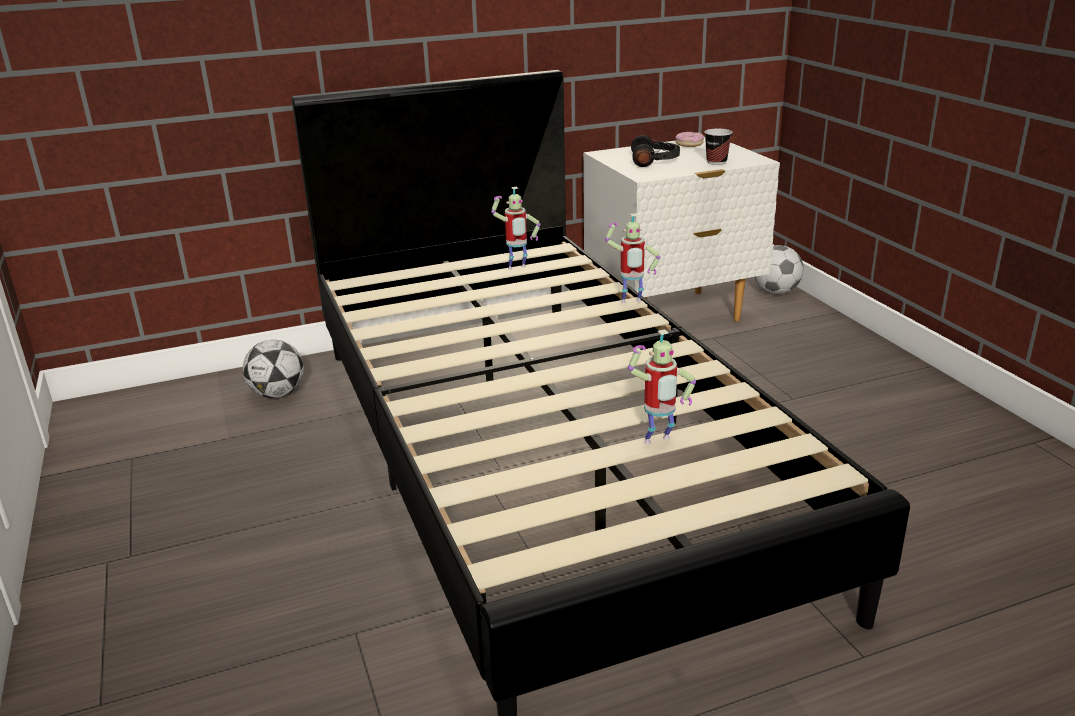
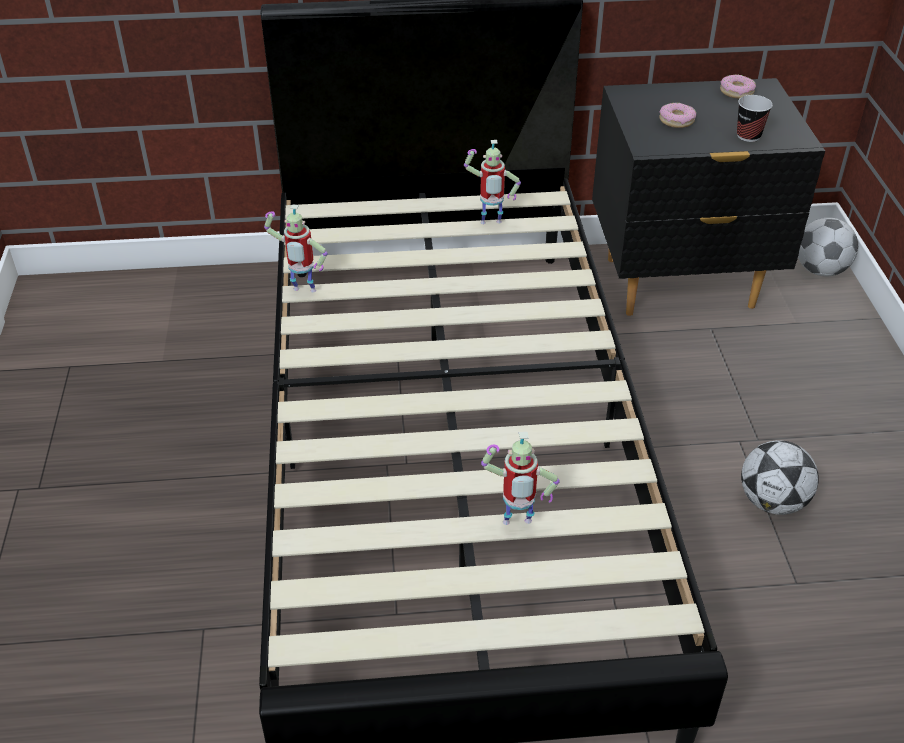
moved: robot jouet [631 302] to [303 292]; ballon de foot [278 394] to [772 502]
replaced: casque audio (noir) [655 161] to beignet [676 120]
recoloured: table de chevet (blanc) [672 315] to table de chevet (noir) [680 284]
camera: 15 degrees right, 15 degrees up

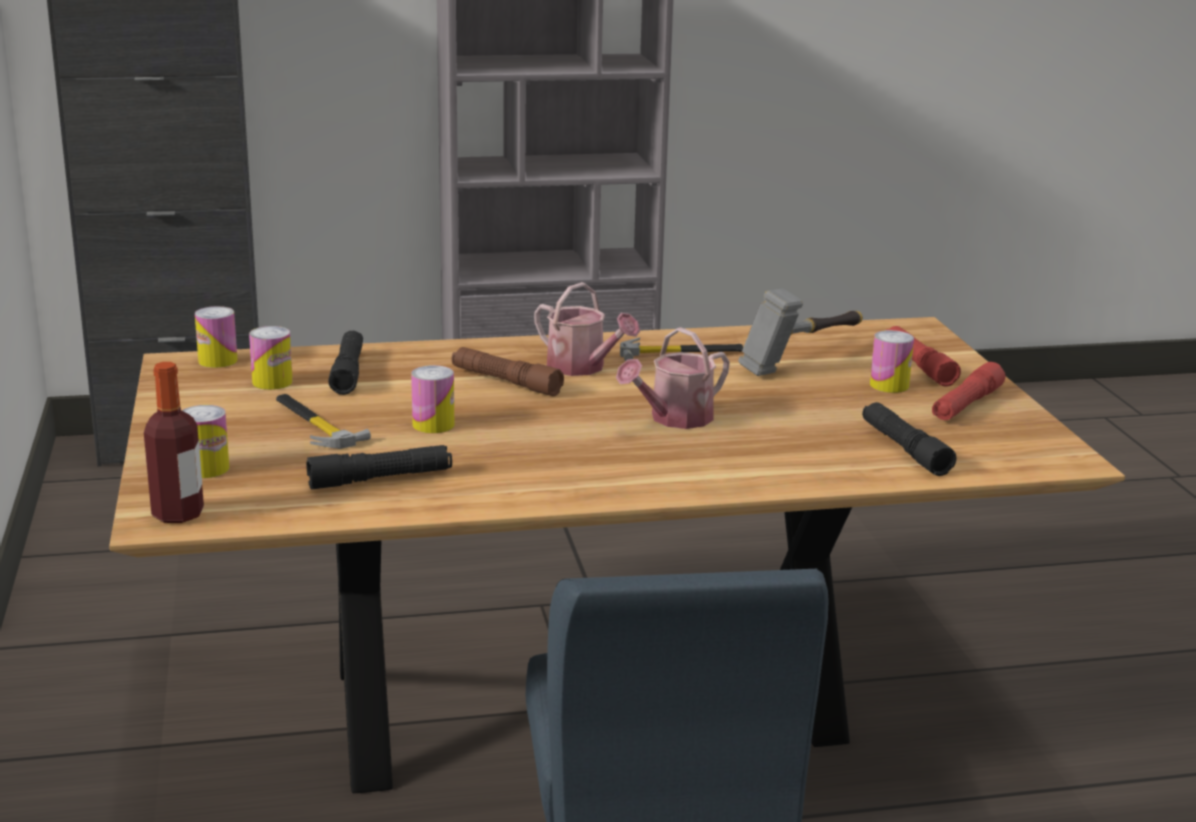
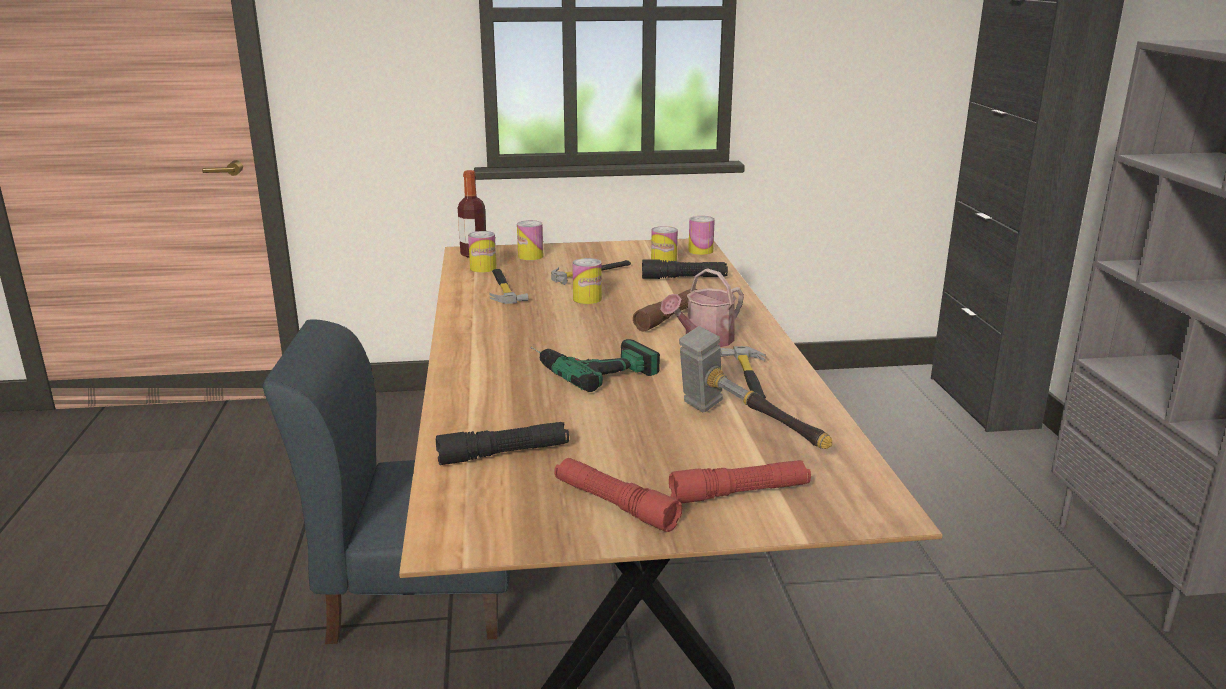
moved: boîte métallique [889 385] to [483 268]
replaced: lampe de poche (noir) [380 479] to marteau [503 288]; arrosoir [674 419] to perceuse [590 366]
camera: 95 degrees right, 0 degrees up

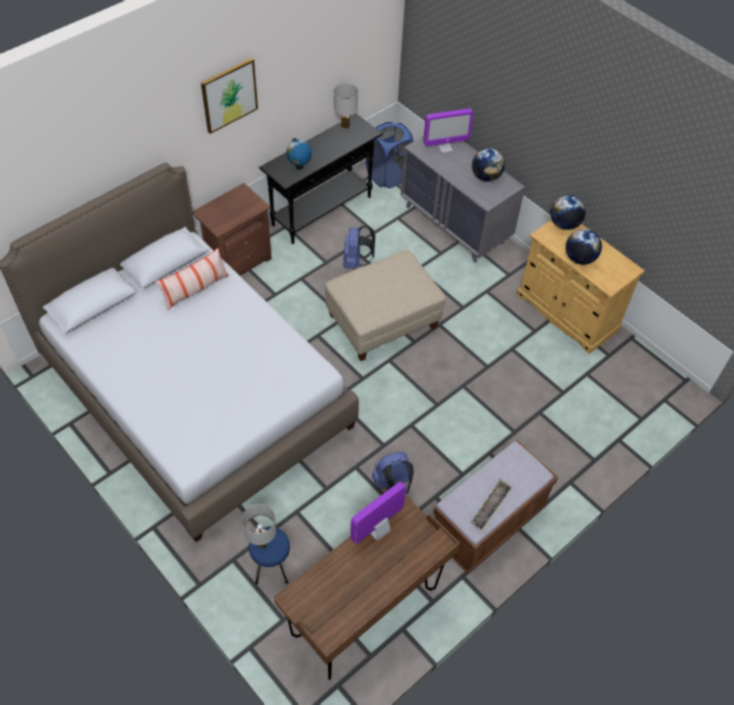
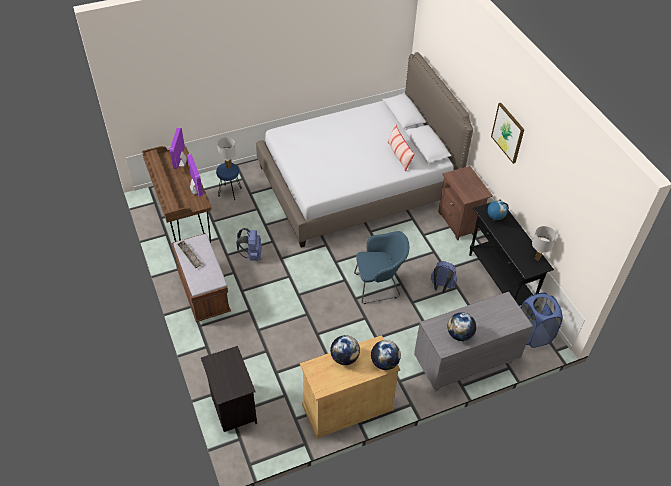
added: table de chevet (noir) [232 408]
moved: écran d'ordinateur [445 148] to [181 163]
replaced: pouf (beige) [383 322] to fauteuil (bleu) [379 286]
camera: 110 degrees right, 5 degrees down

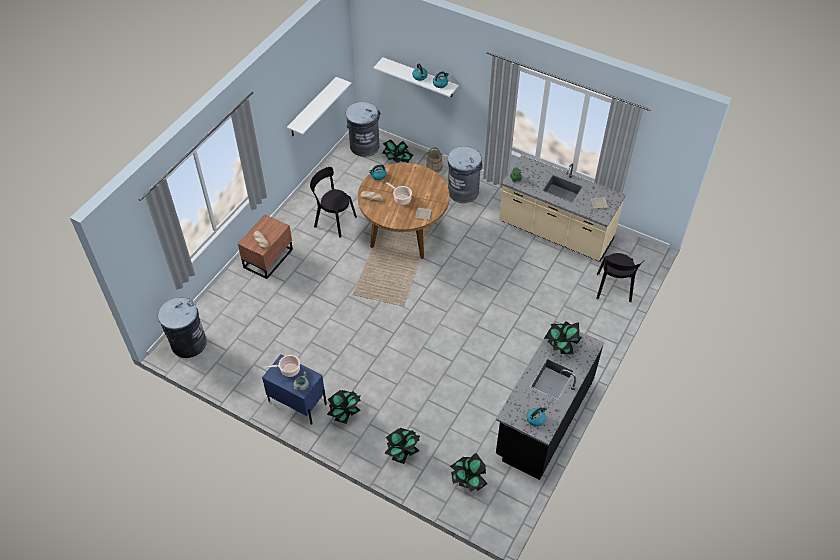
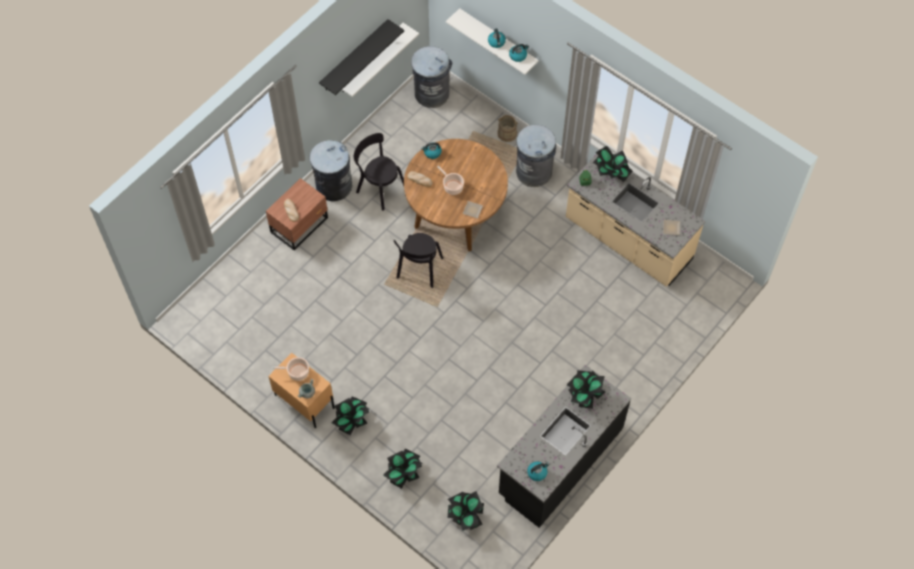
added: étagère (noir) [354 56]
moved: poubelle (gris) [188 343] to [333 186]; chaise (noir) [613 289] to [419 270]; plante en pot [397 160] to [611 172]
recoloured: table de chevet (bleu) [297 402] to table de chevet (beige) [304 401]
camera: 10 degrees right, 10 degrees up

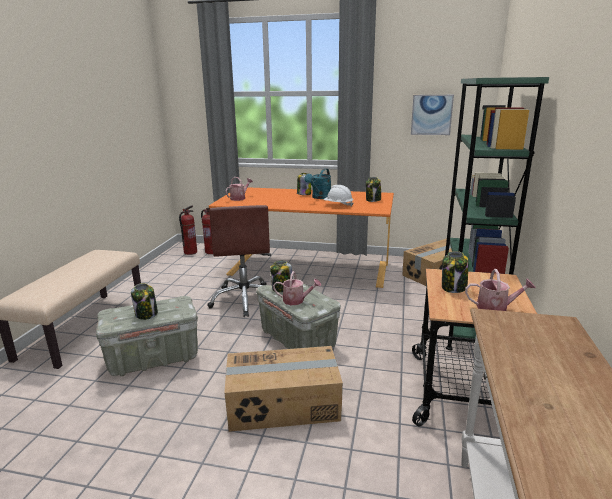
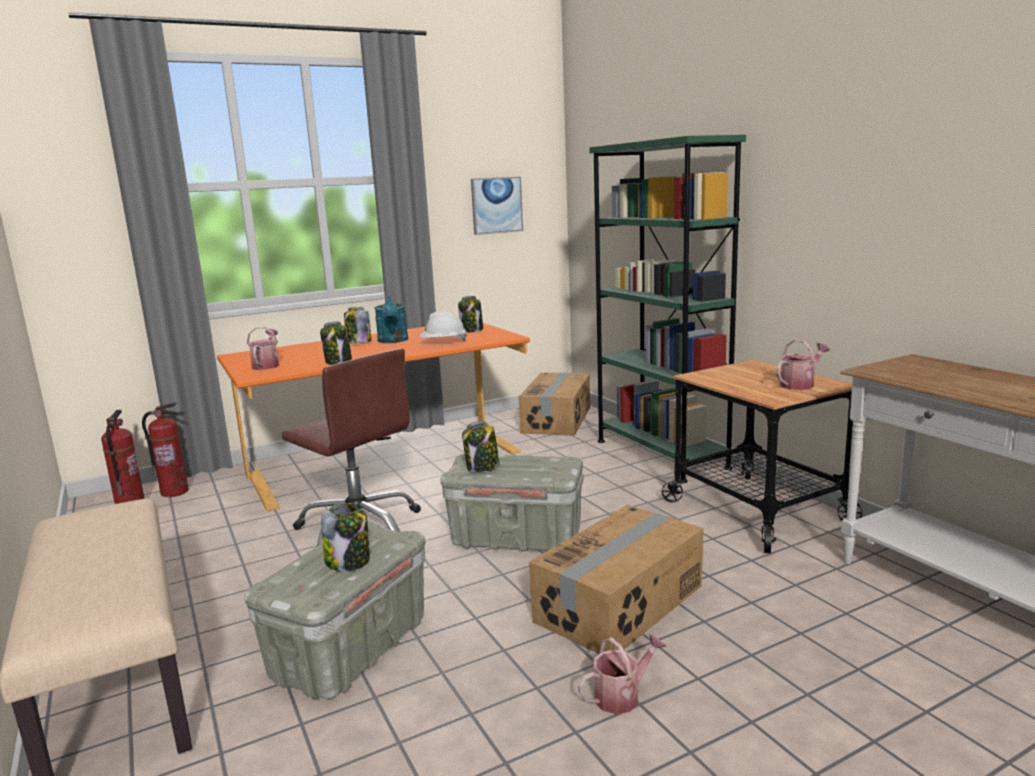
moved: bocal [453 288] to [338 361]; arrosoir [296 300] to [622 695]
camera: 40 degrees left, 5 degrees down

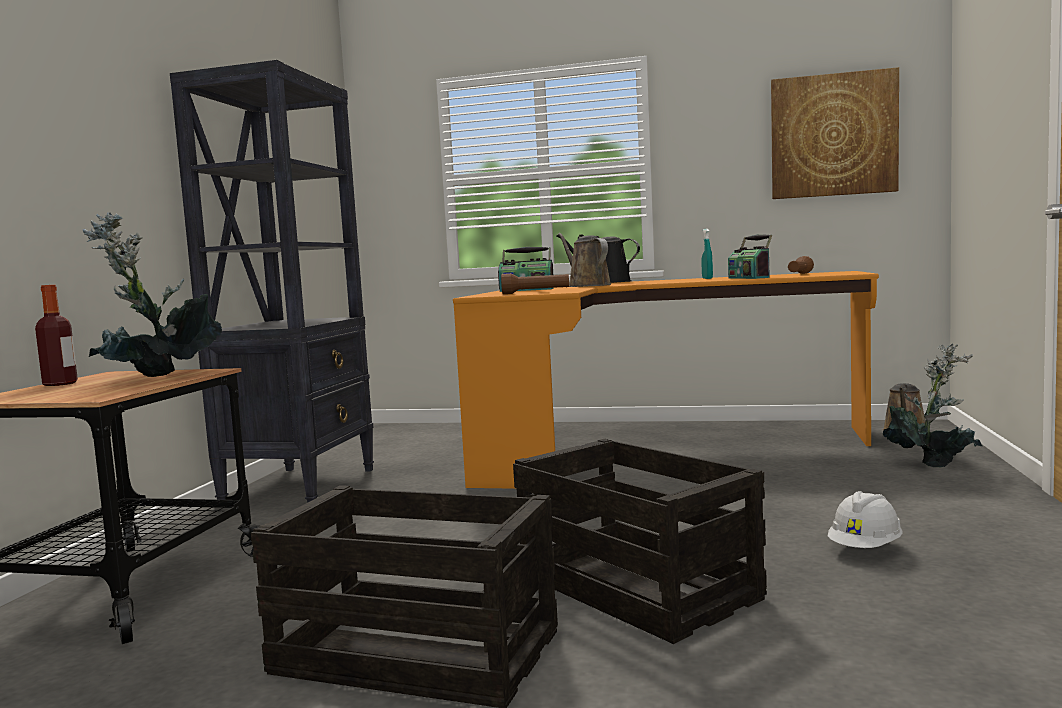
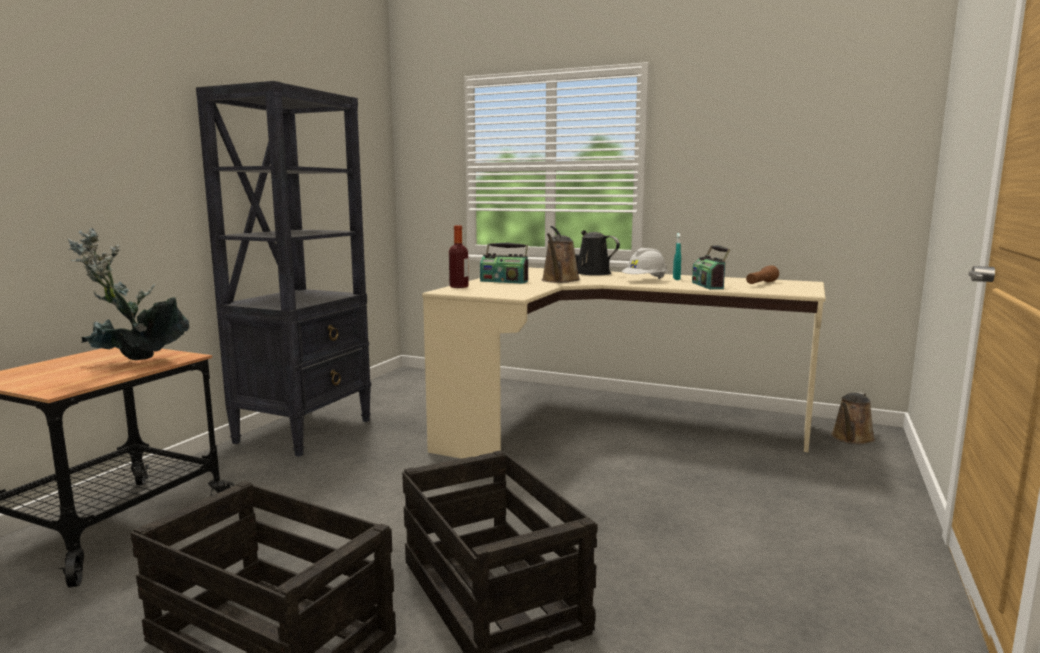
removed: lampe de poche (marron) [535 292]; tableau [833 135]; plante en pot [933 463]
moved: bouteille [60 384] to [459 287]; casque de chantier (blanc) [865 549] to [645 281]
recoloured: bureau (orange) [653 446] to bureau (beige) [611 425]
turned: arrosoir (marron) [587 286] = [559 281] 150 degrees counterclockwise
camera: 10 degrees right, 5 degrees up

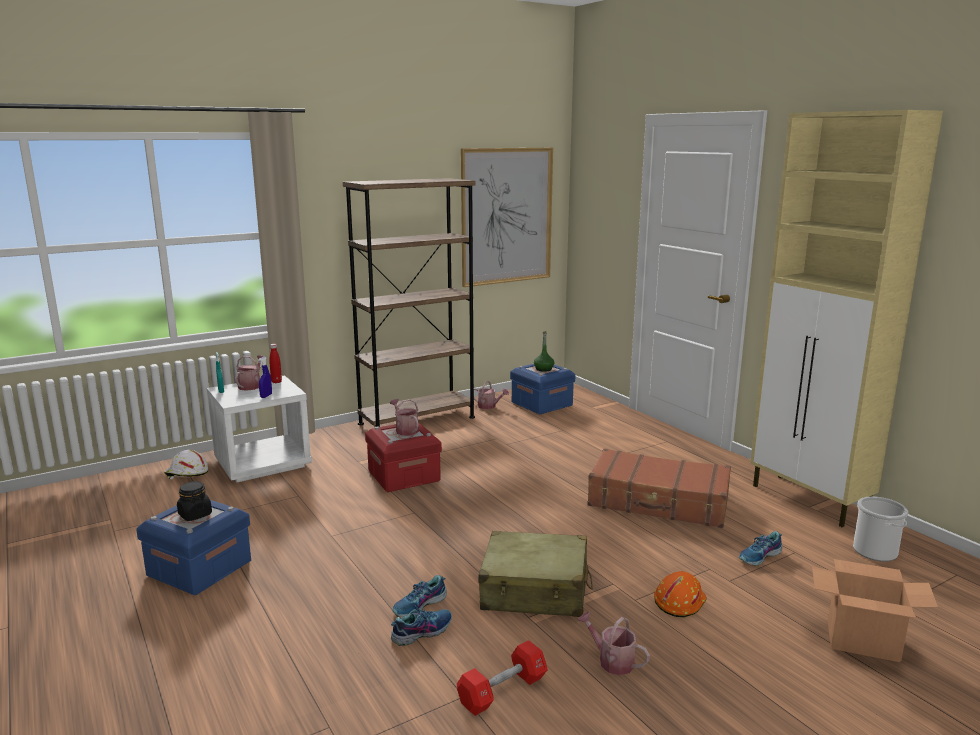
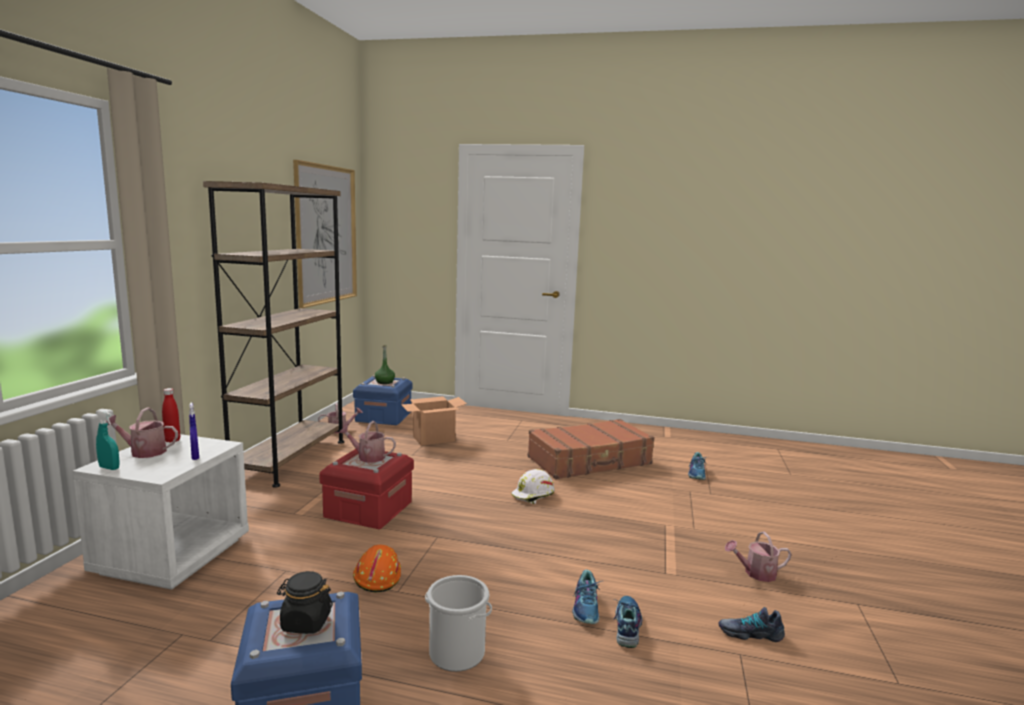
removed: valise (beige) [535 590]; meuble de rangement (beige) [810 501]
moved: casque de chantier (orange) [678 601] to [377 577]; carton [861 641] to [433 439]; seau [874 551] to [456 653]; casque de chantier (blanc) [187 473] to [533 495]
replaced: haltère (rouge) [502 691] to chaussure [750 633]
turned: arrosoir [251 385] = [143 452] 60 degrees counterclockwise
camera: 45 degrees left, 5 degrees down

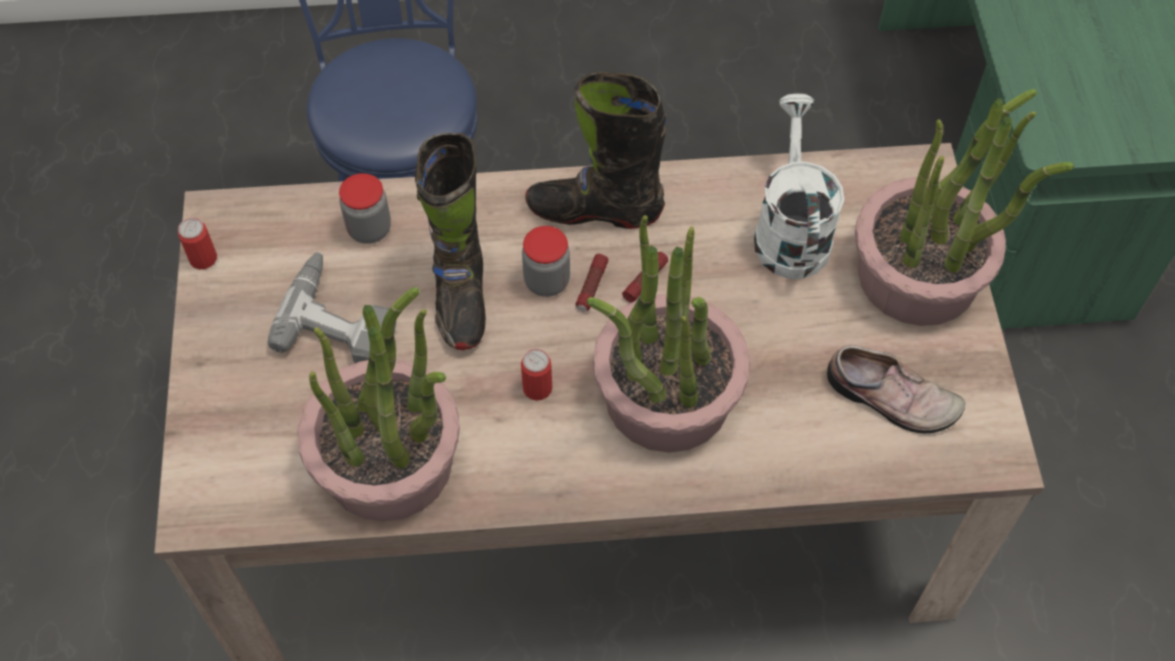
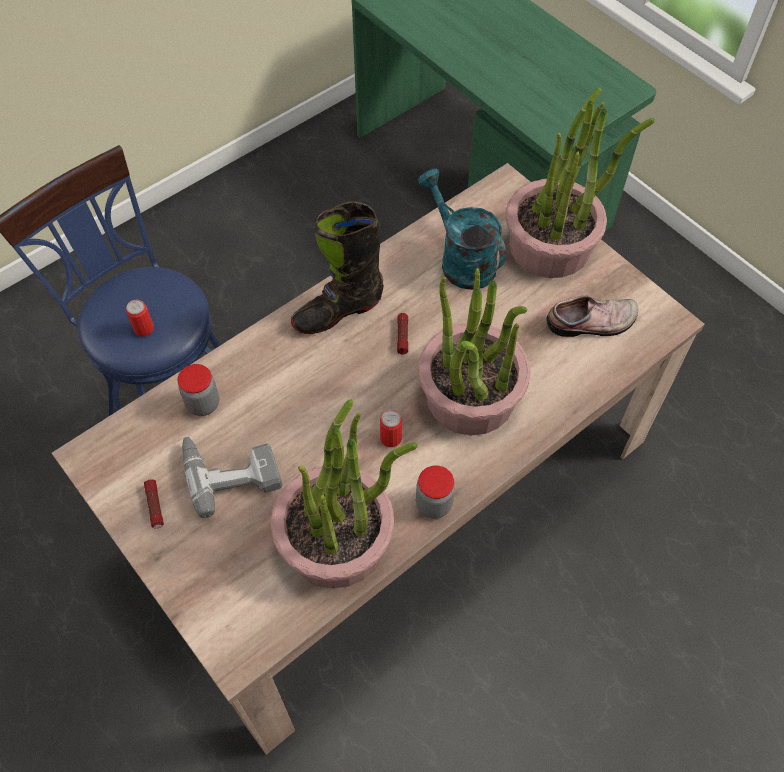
removed: botte (noir) [460 296]
moved: boîte métallique [203 258] to [144 329]; lampe de poche [592 287] to [155 506]; bocal [547 281] to [434 504]
recoloured: arrosoir (blanc) [790 230] to arrosoir (turquoise) [461 259]
camera: 35 degrees left, 0 degrees up

